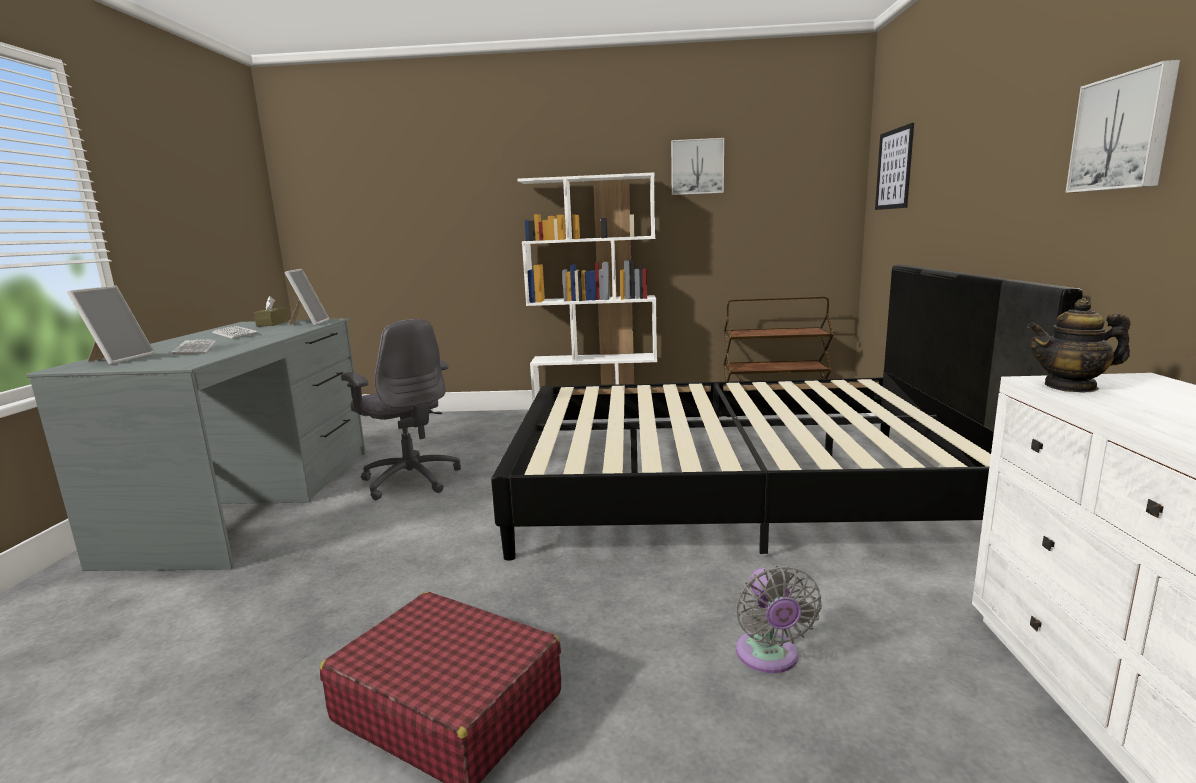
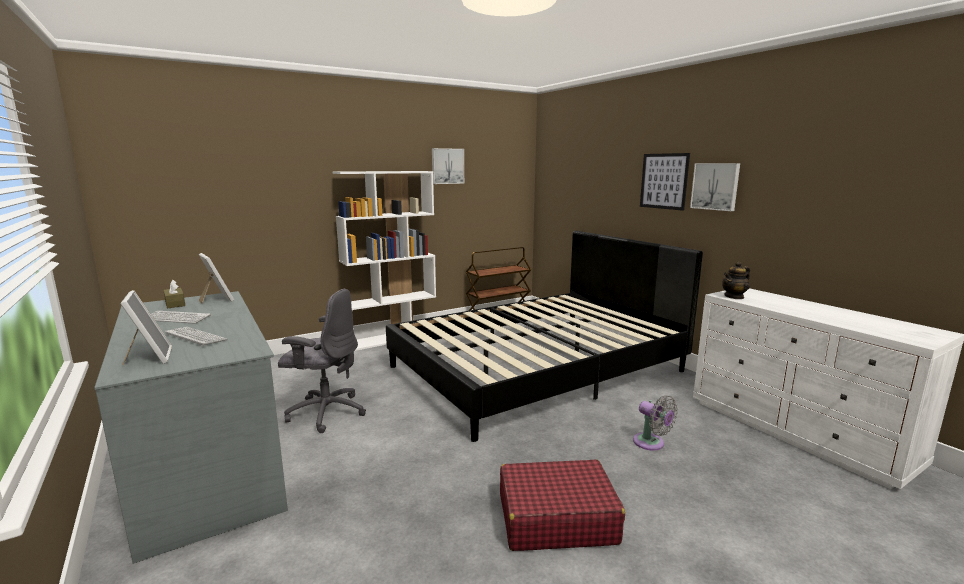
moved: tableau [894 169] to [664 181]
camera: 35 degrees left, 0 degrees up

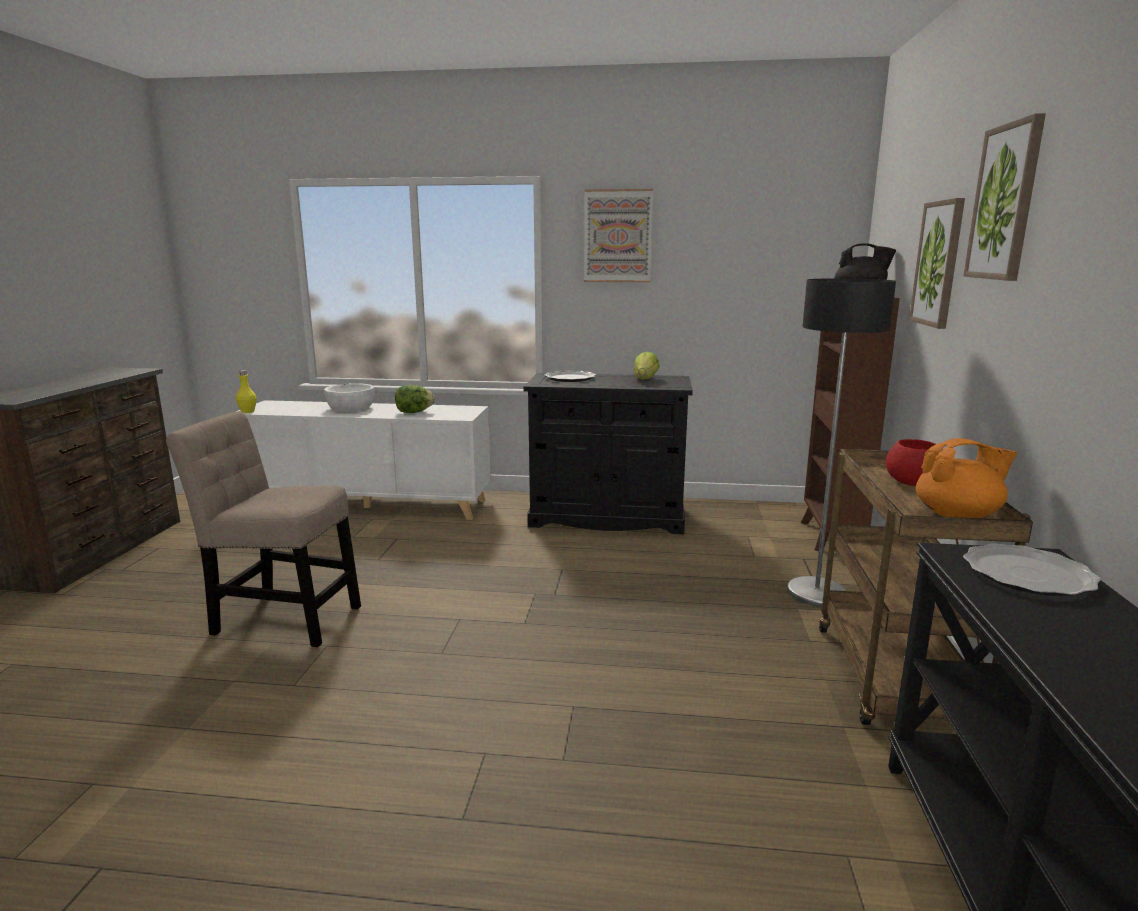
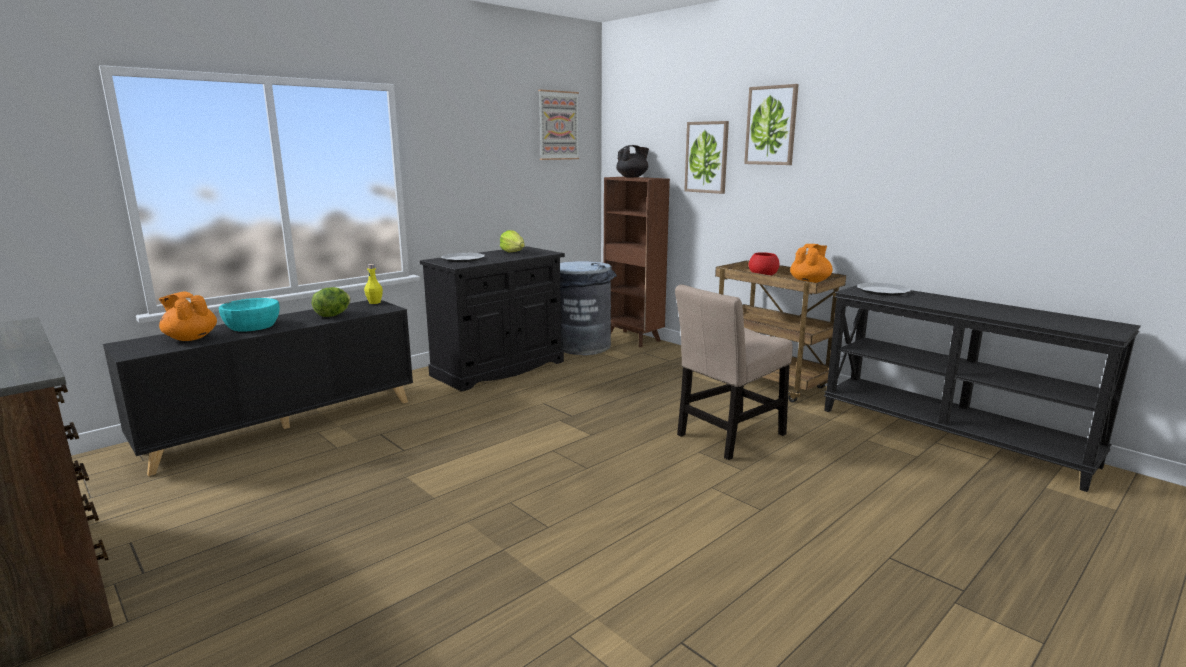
removed: lampadaire [815 593]
added: théière (orange) [190 338]; poubelle (gris) [583 346]
moved: bouteille (jaune) [248 411] to [374 302]; tableau [618 236] to [558 125]; chaise (beige) [281 618] to [728 437]
recoloured: meuble de rangement (blanc) [370 504] to meuble de rangement (noir) [284 425]; bol (blanc) [350 408] to bol (turquoise) [252 326]
camera: 50 degrees left, 0 degrees up

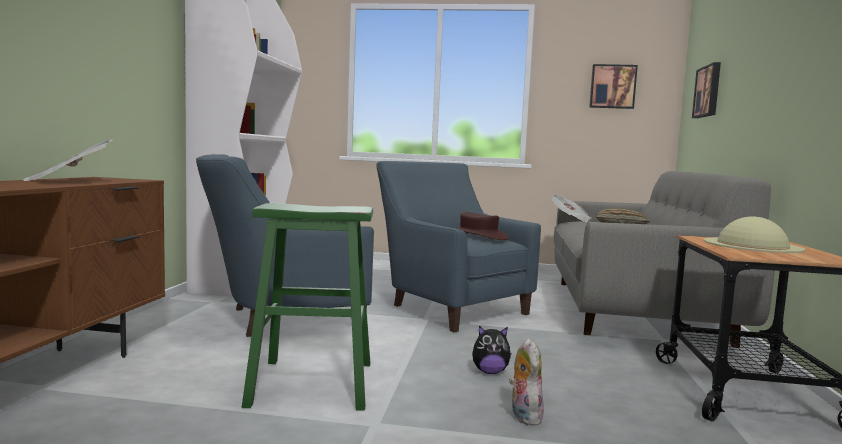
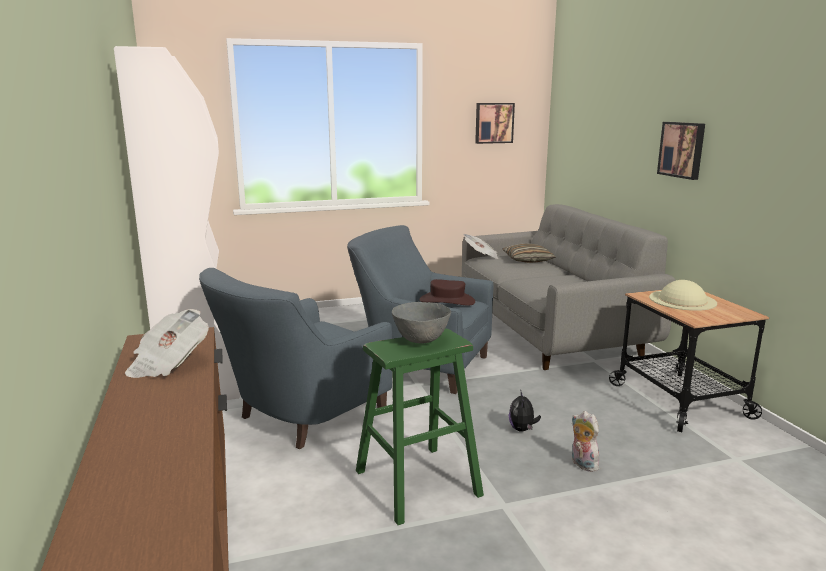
added: bol (gris) [420 340]
moved: tableau [708 91] to [682 149]
turned: peluche [490 372] = [522 429] 120 degrees clockwise
camera: 25 degrees left, 10 degrees up

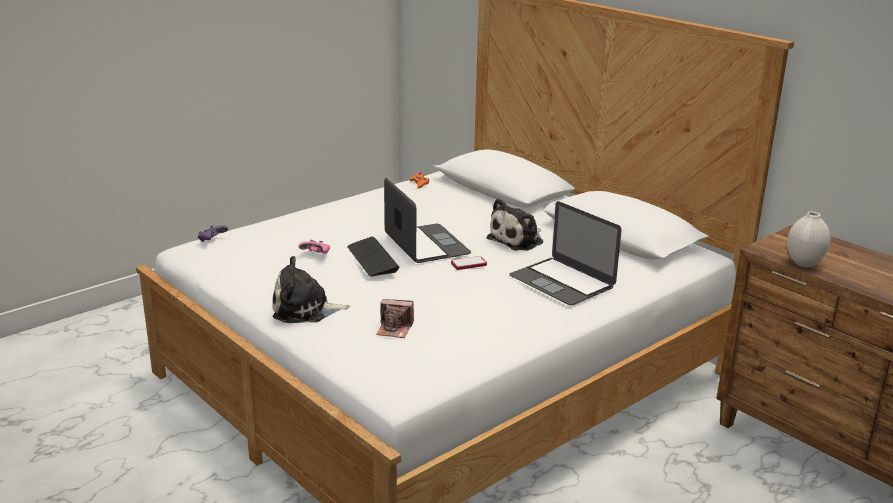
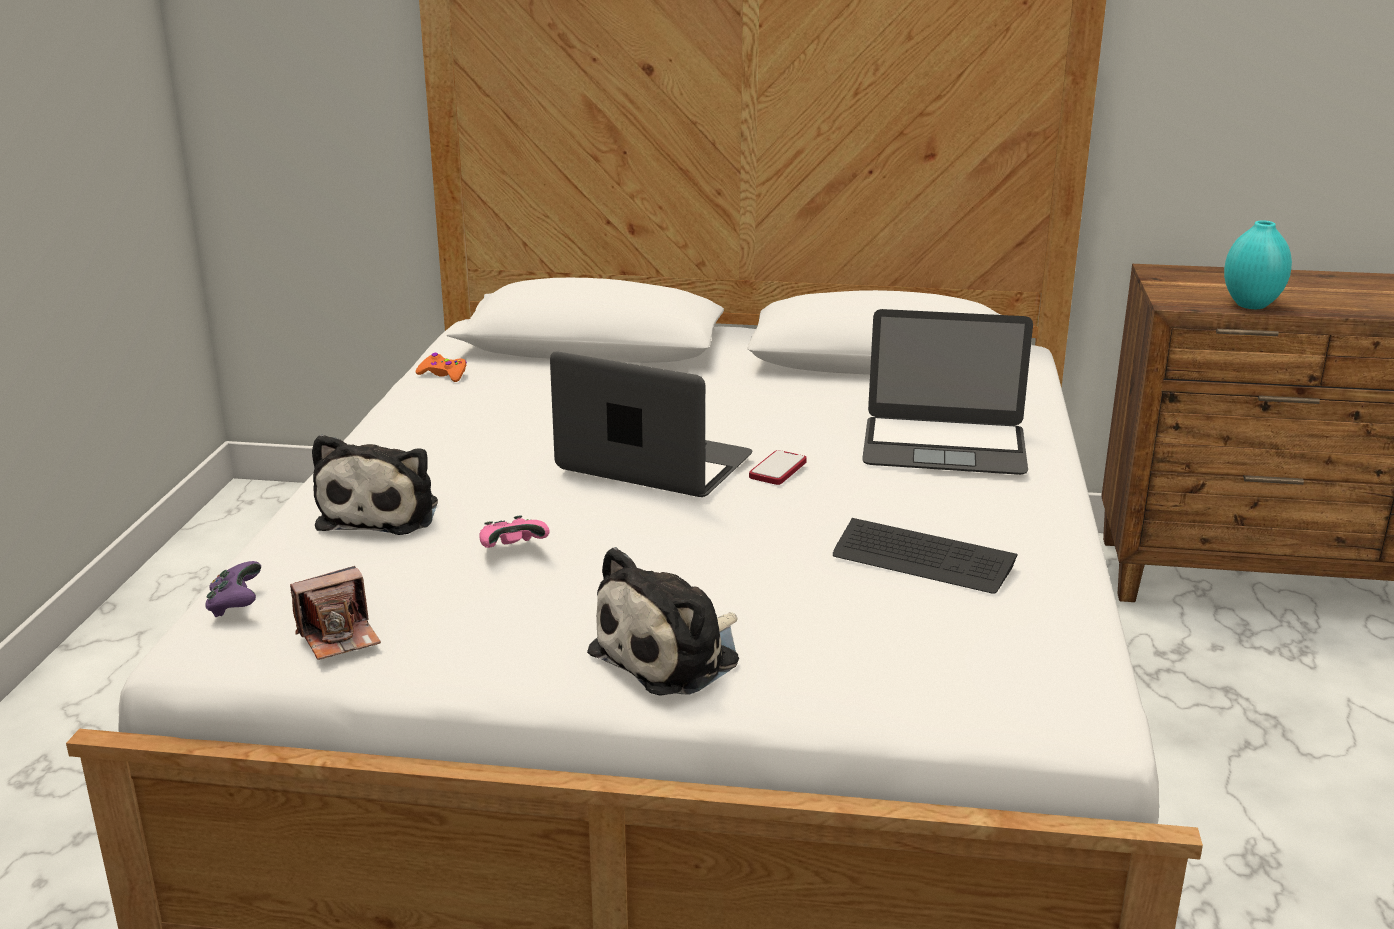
moved: appareil photo [395 329] to [339 636]; peluche [518 240] to [382 512]; clavier [372 258] to [922 559]
recoloured: vase (blanc) [804 264] to vase (turquoise) [1252 305]
camera: 40 degrees left, 0 degrees up

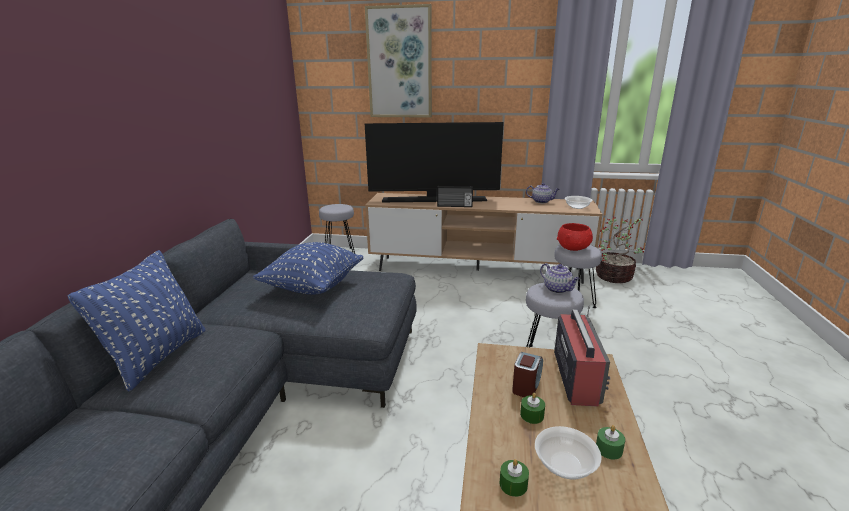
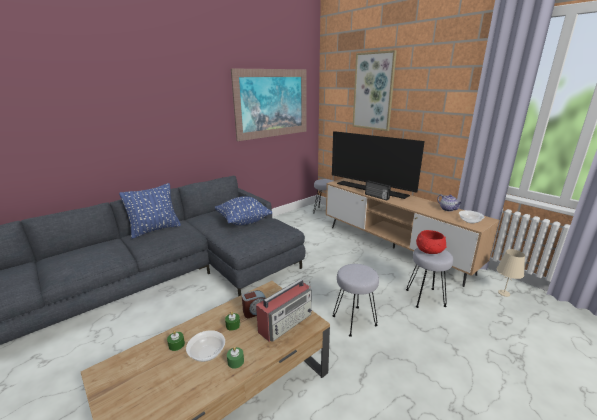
removed: théière [558 289]
added: tableau [272 103]
replaced: plante en pot [615 276] to lampe de table (beige) [503 293]
camera: 40 degrees right, 0 degrees up

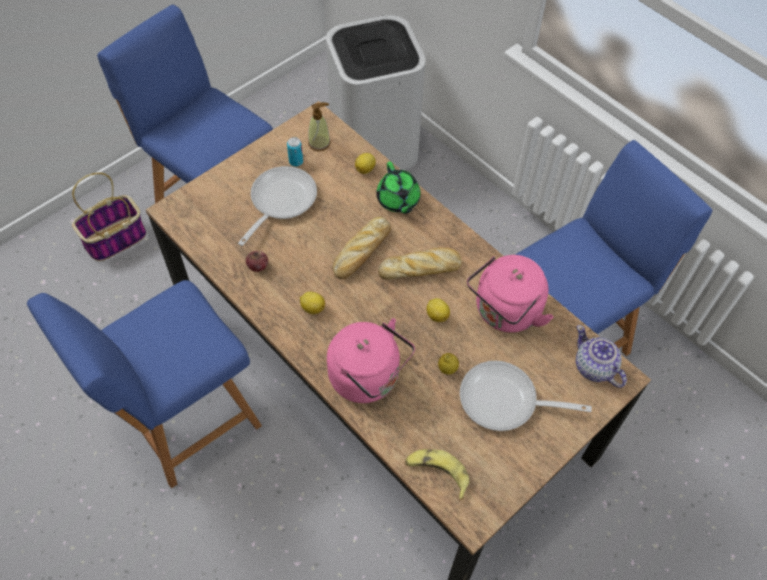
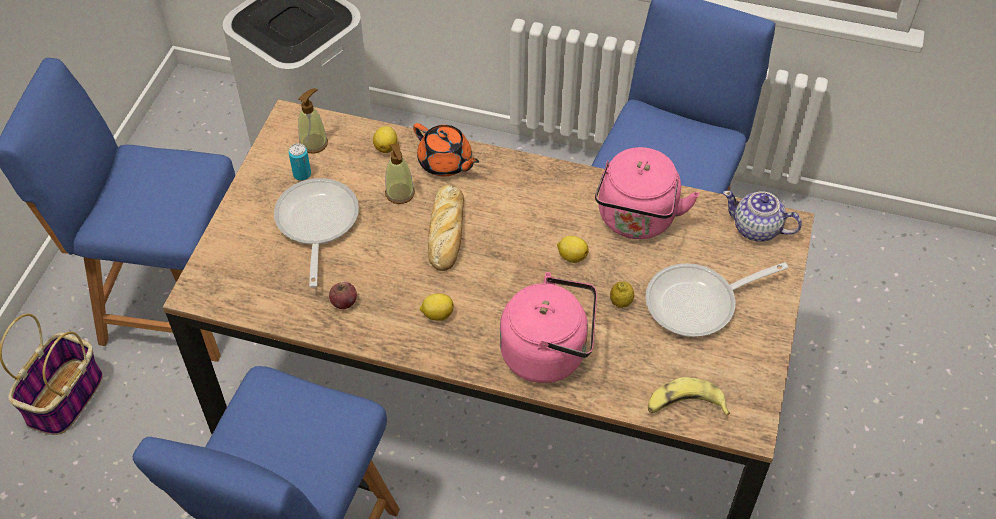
removed: pain [421 268]
added: distributeur de savon [400 193]
recoloured: théière (vert) [398 200] to théière (orange) [445 162]
camera: 30 degrees left, 5 degrees down

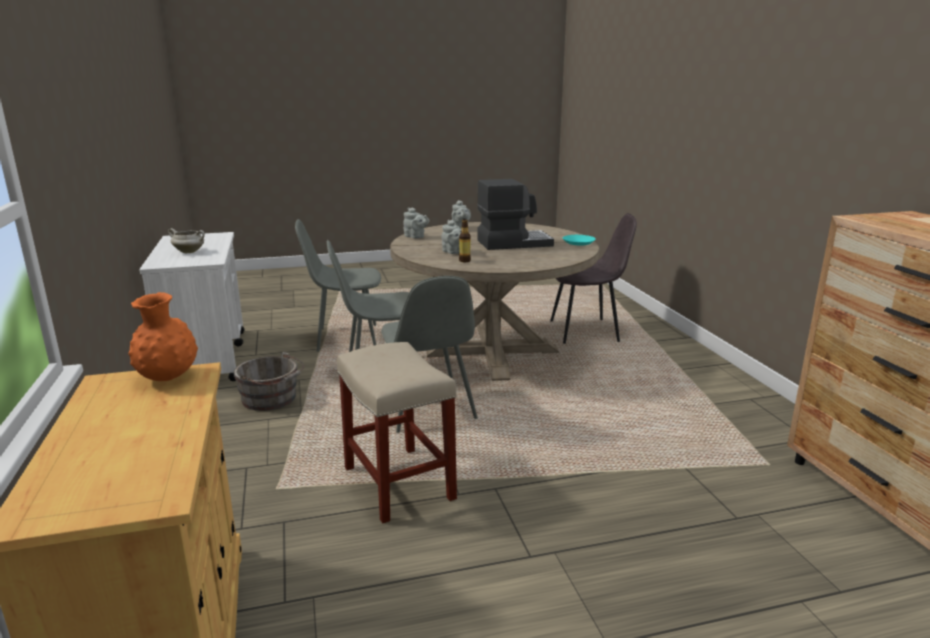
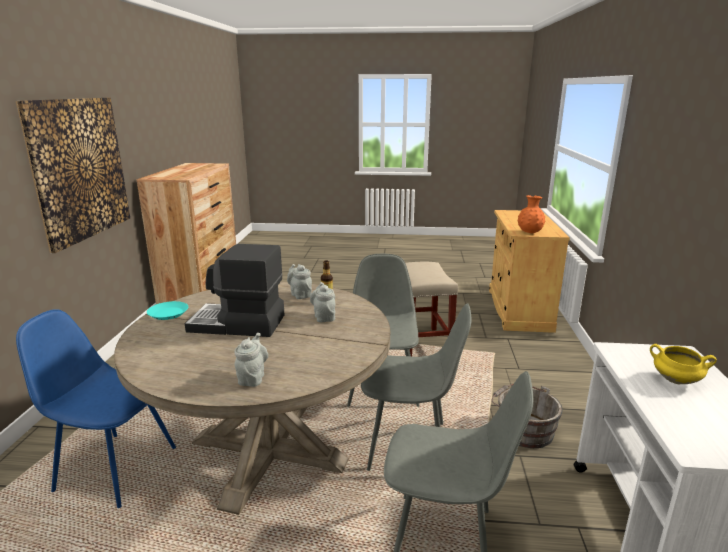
added: tableau [80 169]
moved: théière (gris) [415 237] to [300 294]
recoloured: chaise (gris) [586 331] to chaise (bleu) [114 468]; marmite (blanc) [190 252] to marmite (jaune) [675 380]
camera: 160 degrees left, 0 degrees up

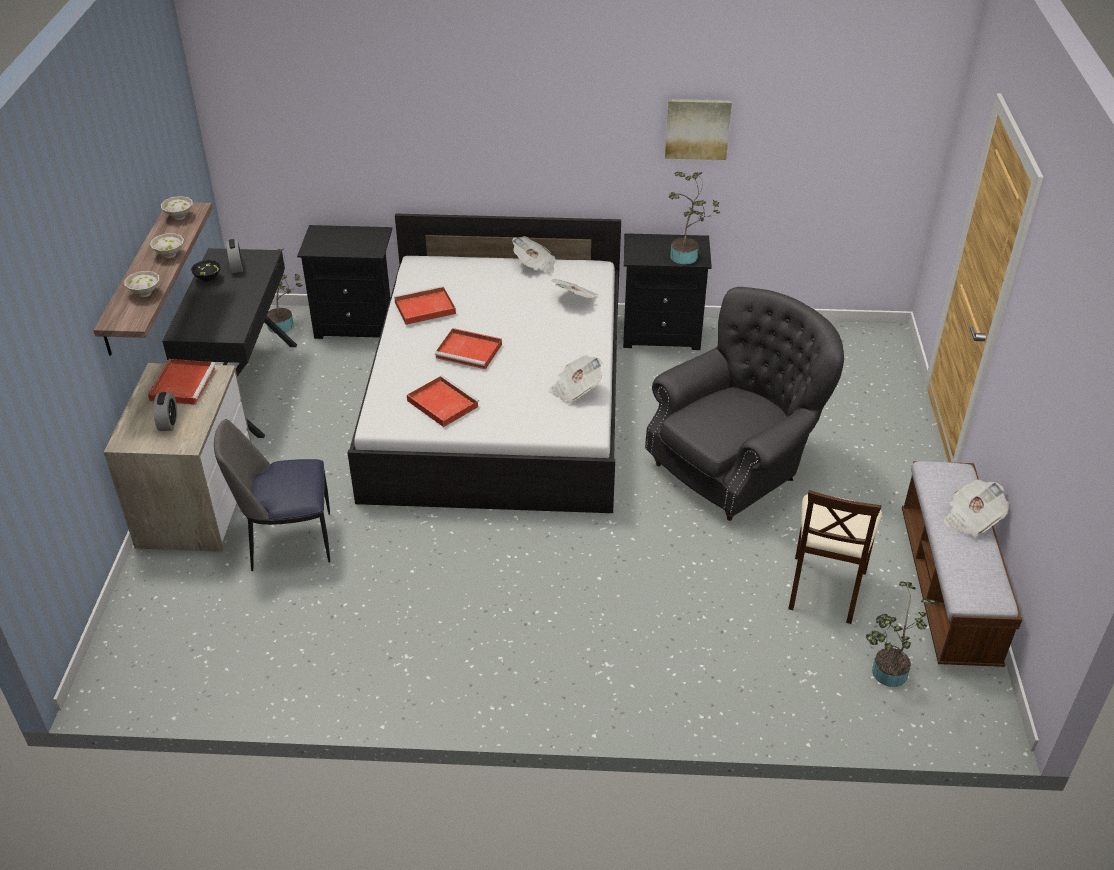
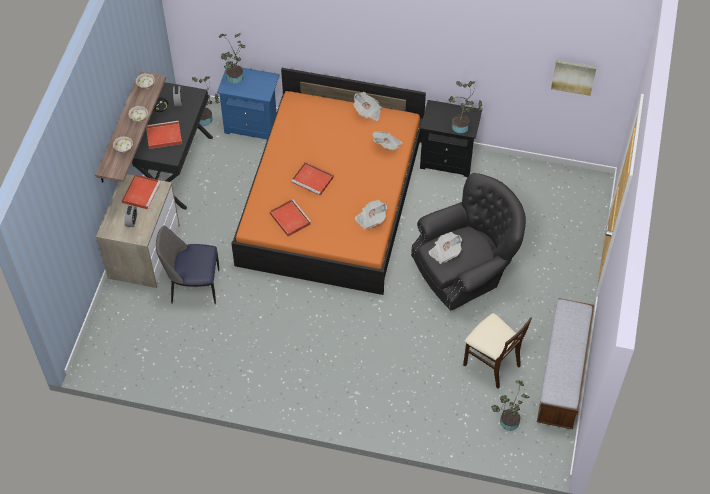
added: plante en pot [234 78]
moved: plateau (rouge) [424 308] to [163 136]; journal [971 519] to [444 252]; tableau [697 128] to [573 76]
recoloured: table de chevet (noir) [357 324] to table de chevet (bleu) [253 125]; lit (blanc) [498 401] to lit (orange) [331 201]
turned: chaise (beige) [825 588] = [491 364] 75 degrees counterclockwise
camera: 10 degrees right, 15 degrees up

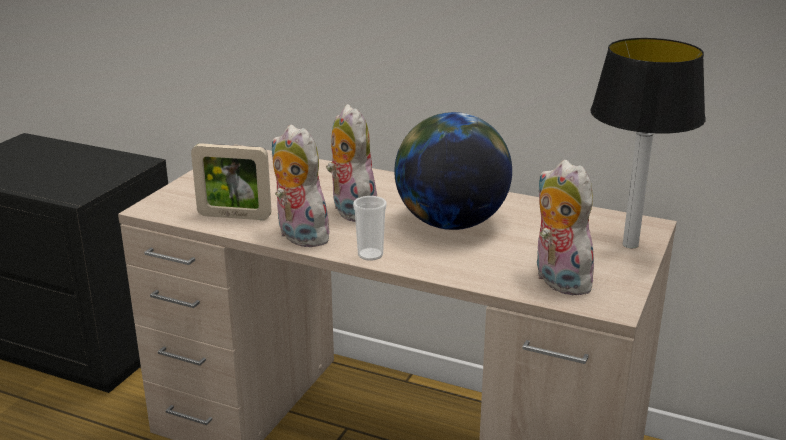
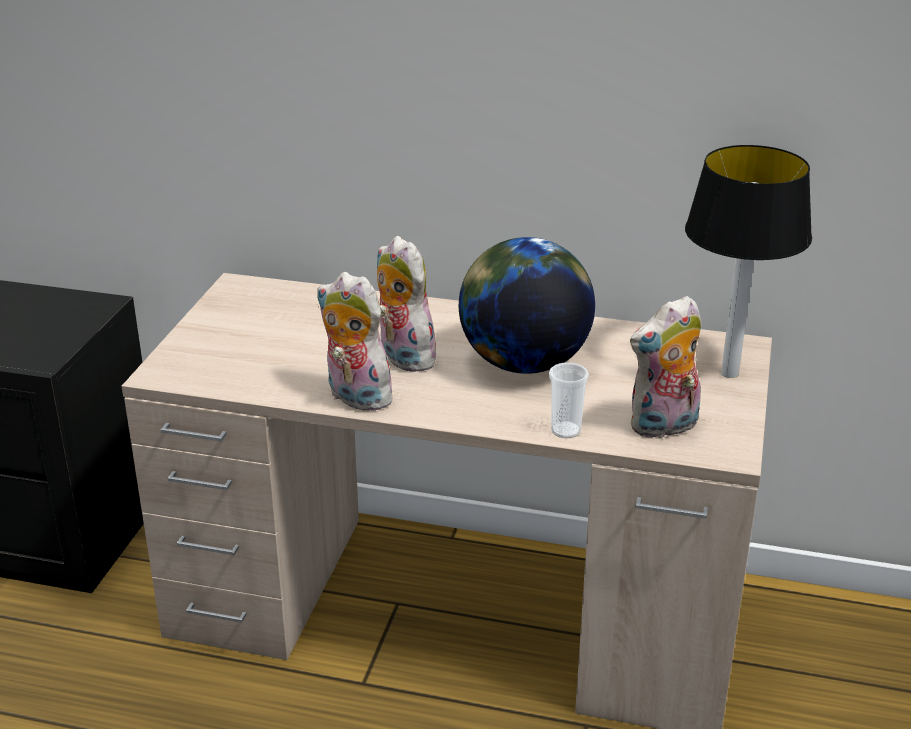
removed: cadre photo [234 216]
moved: tasse [370 255] to [565 430]
turned: peluche [557 281] = [664 427] 75 degrees counterclockwise
camera: 10 degrees left, 5 degrees up

